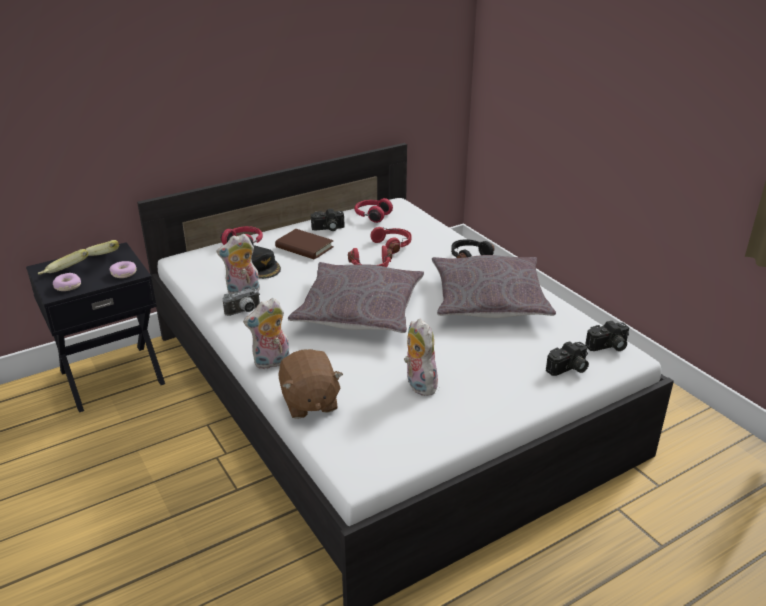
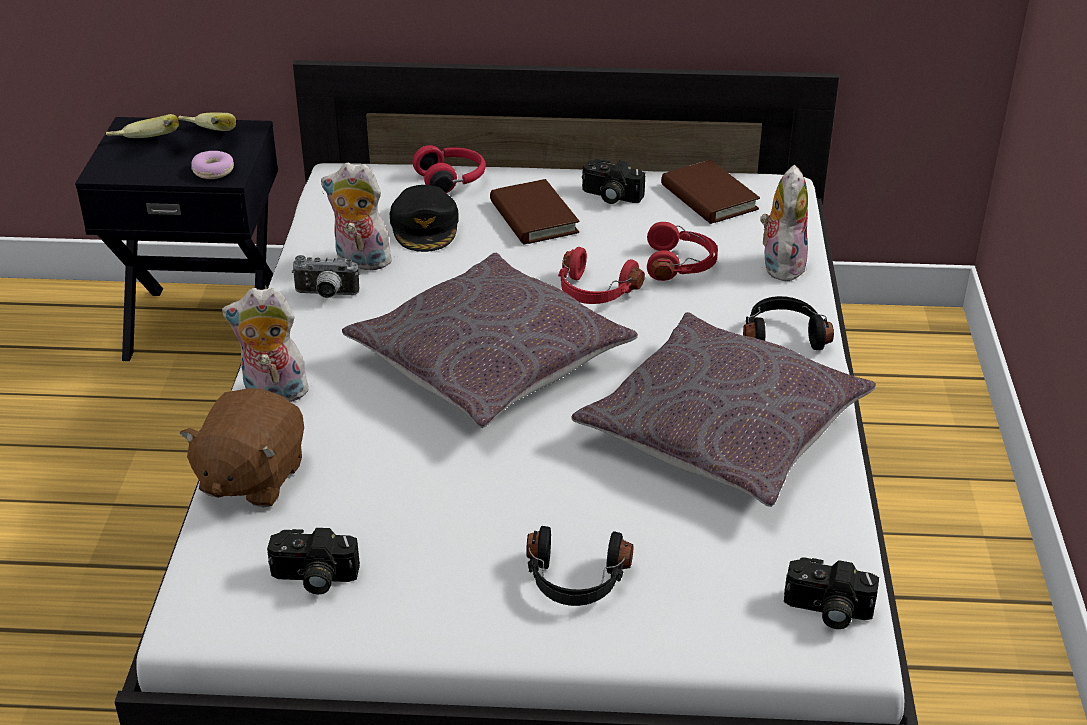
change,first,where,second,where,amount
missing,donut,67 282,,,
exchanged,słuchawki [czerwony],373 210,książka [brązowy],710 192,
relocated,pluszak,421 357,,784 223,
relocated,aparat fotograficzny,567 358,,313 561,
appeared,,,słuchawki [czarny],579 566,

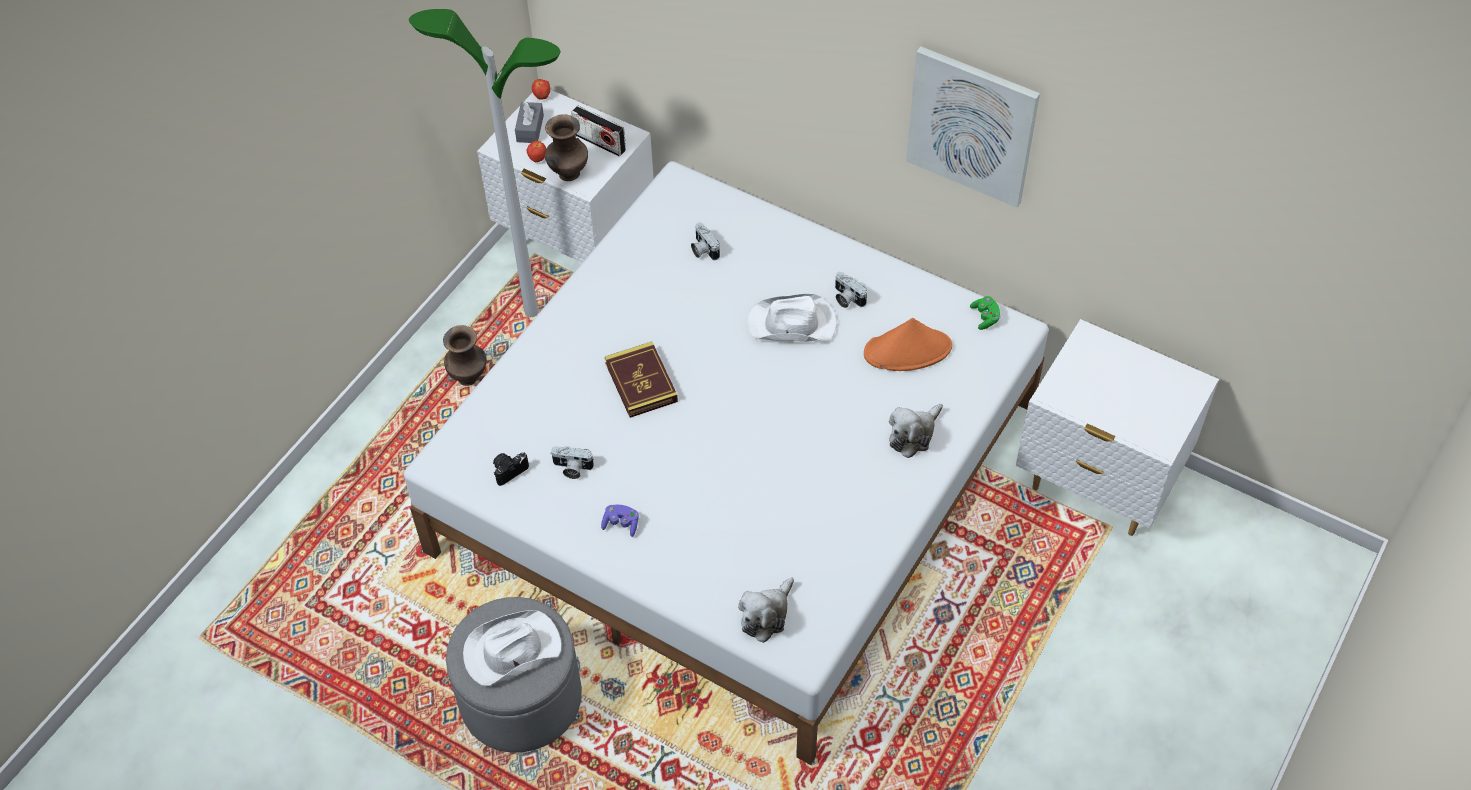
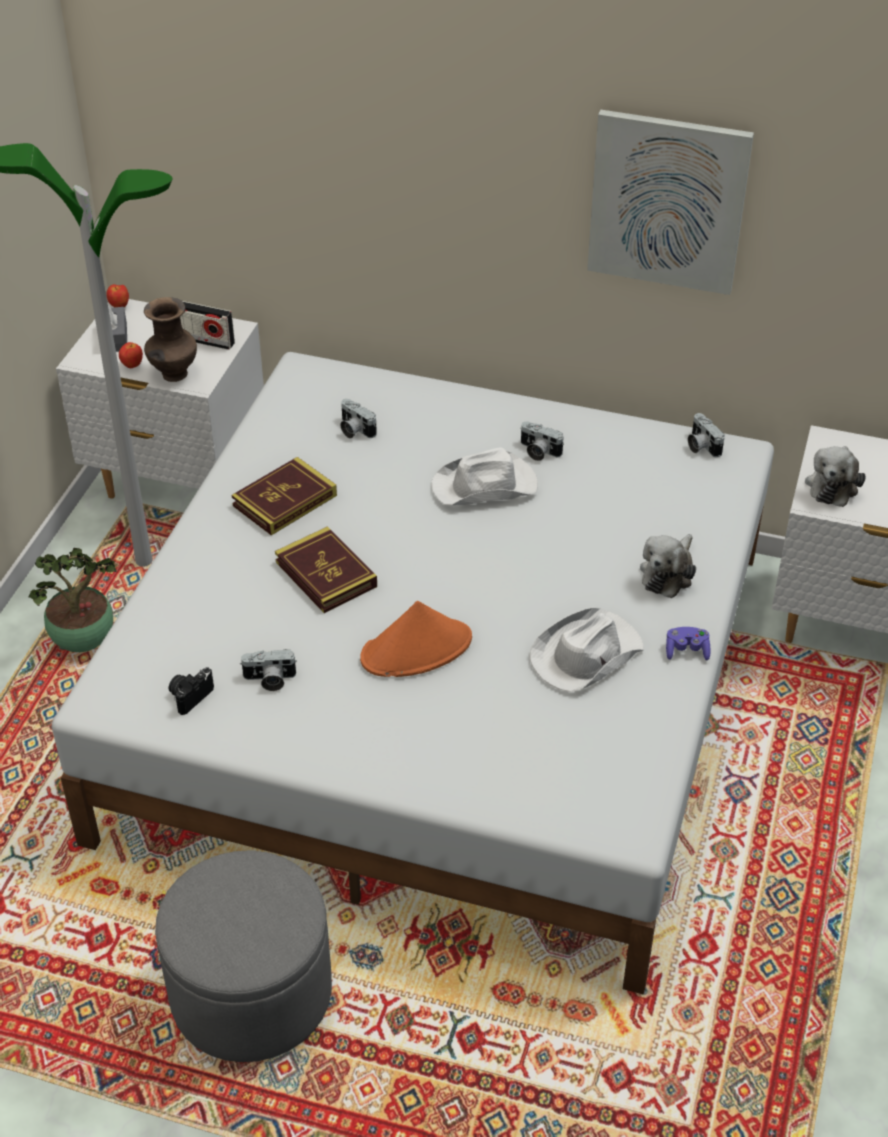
change,first,where,second,where,amount
exchanged,wazon [brązowy],465 355,roślina doniczkowa,72 600,
relocated,kapelusz [biały],512 648,,586 649,
relocated,pad do gier [fioletowy],620 521,,688 644,
relocated,pluszak,766 610,,835 476,
relocated,kapelusz [pomarańczowy],908 344,,416 639,
exchanged,pad do gier [zielony],985 313,aparat fotograficzny,706 435,
appeared,,,książka,284 496,

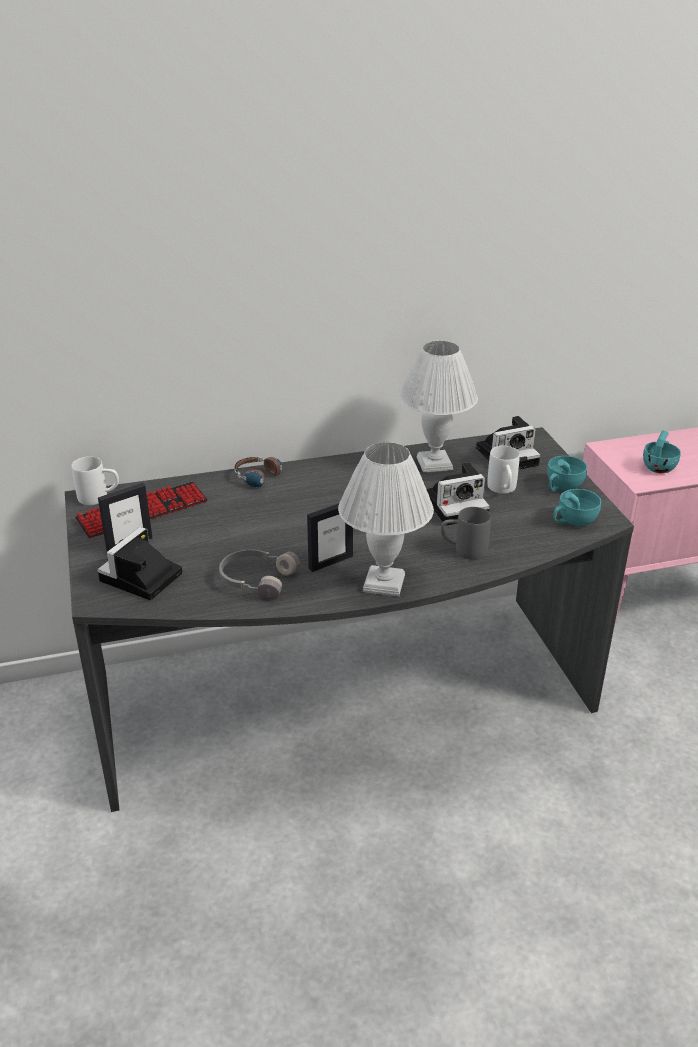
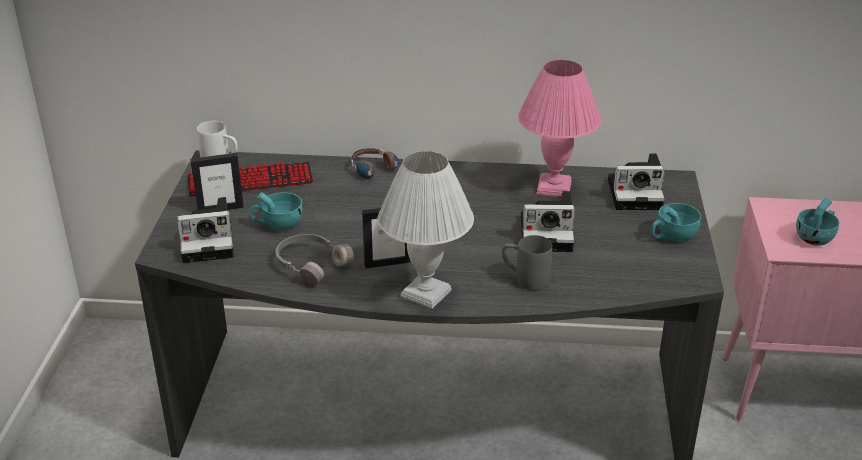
change,first,where,second,where,amount
spun,aparat fotograficzny,139 563,,205 230,150 degrees counterclockwise
colour,lampa stołowa [biały],438 407,lampa stołowa [różowy],559 128,
missing,kubek [biały],503 470,,,
relocated,filiżanka [turkusowy],577 507,,276 211,

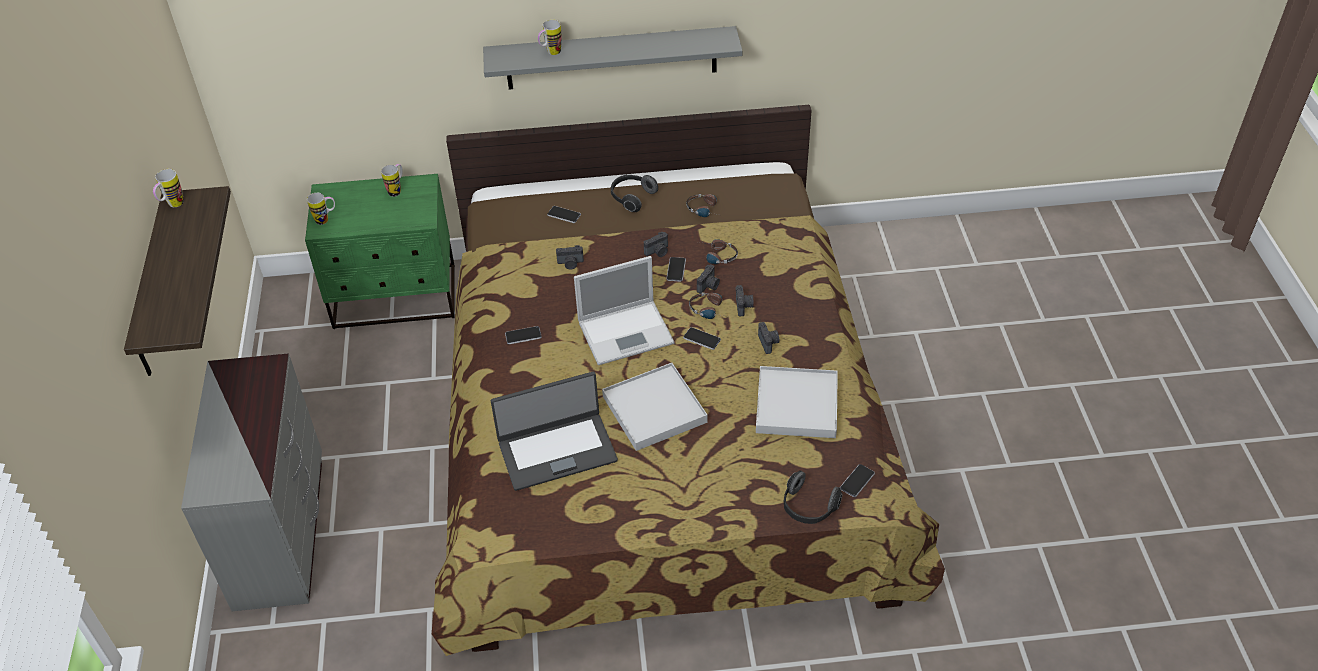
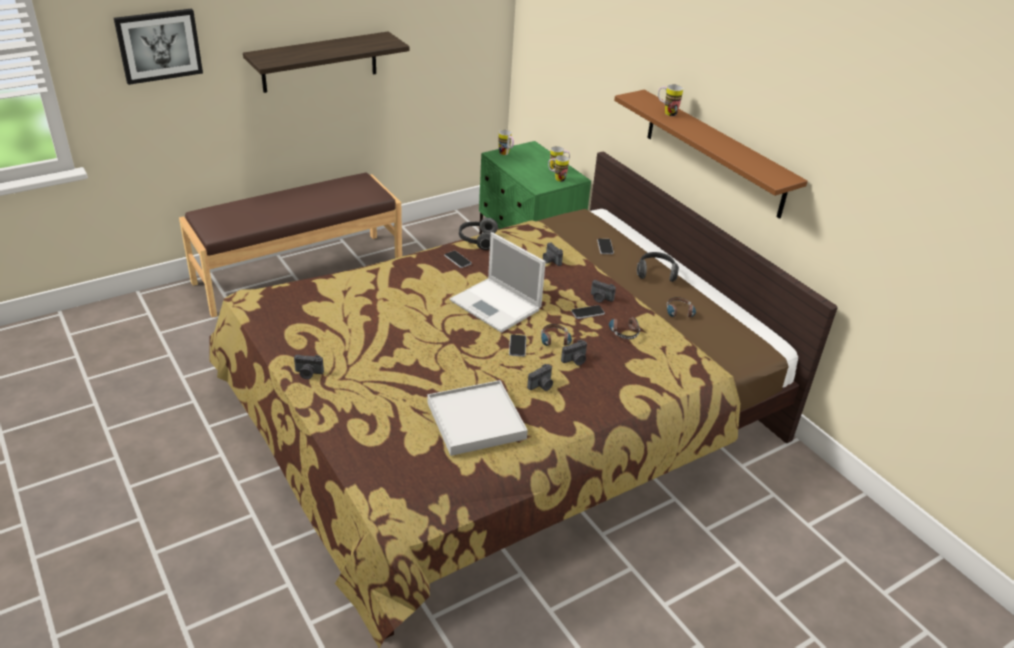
change,first,where,second,where,amount
relocated,kubek,168 188,,558 168,
exchanged,komoda [szary],251 482,ławka [brązowy],290 245,
colour,półka [szary],613 58,półka [brązowy],711 154,
missing,laptop,554 431,,,
missing,taca [biały],654 407,,,
relocated,aparat fotograficzny,708 279,,309 367,
relocated,słuchawki,813 497,,478 234,
missing,telefon,857 480,,,
appeared,,,obraz,158 47,

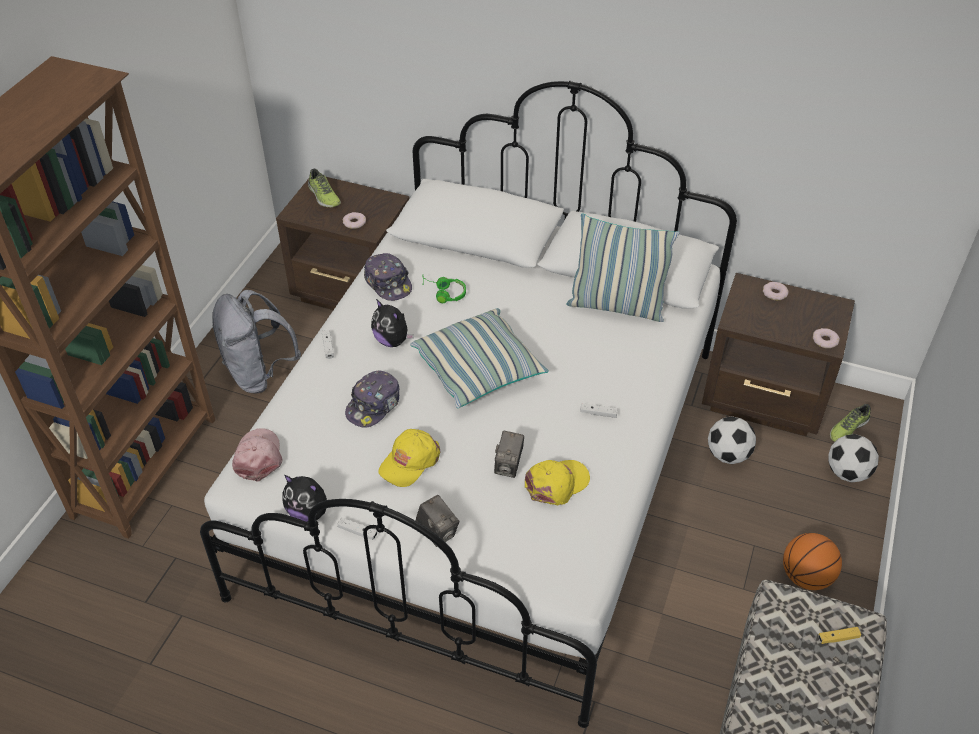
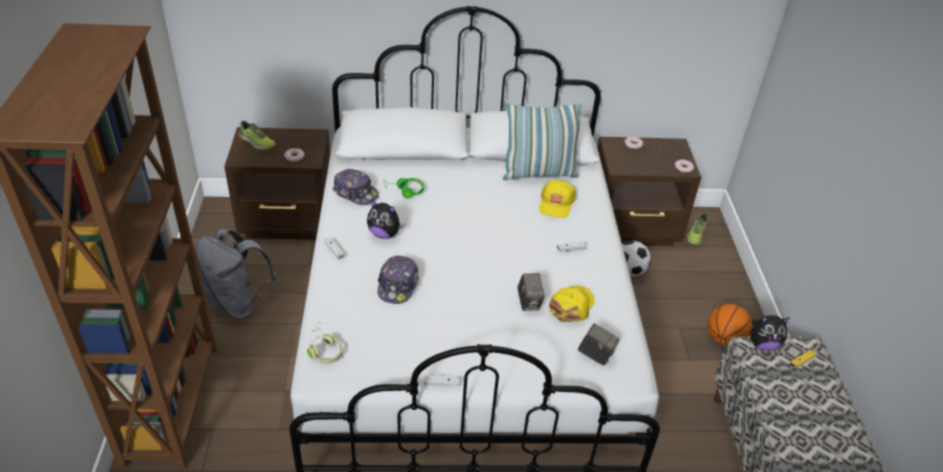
change,first,where,second,where,amount
exchanged,czapka z daszkiem [różowy],257 455,słuchawki [beżowy],325 343,
relocated,pluszak,304 498,,770 333,
relocated,czapka z daszkiem [żółty],409 458,,557 199,
missing,poduszka,479 358,,,
relocated,aparat fotograficzny,437 521,,599 344,
missing,piłka futbolowa,853 458,,,

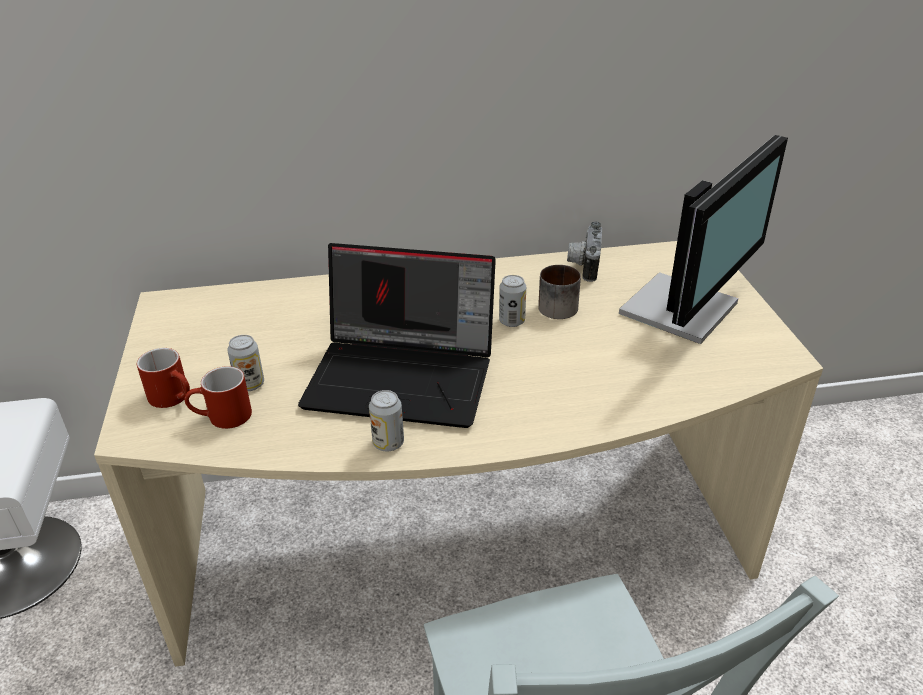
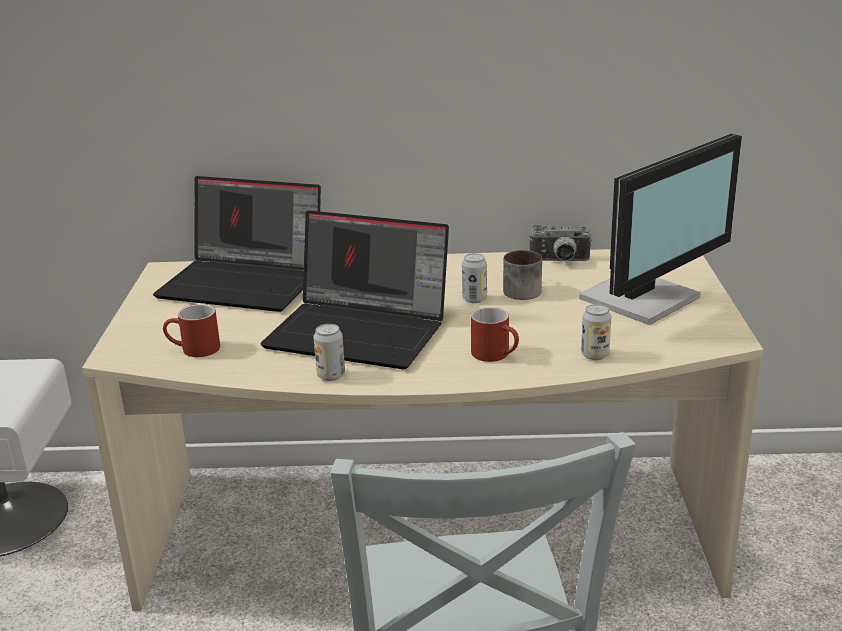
change,first,where,second,where,amount
relocated,kubek [czerwony],163 378,,495 334,
relocated,puszka,245 363,,596 332,
spun,aparat fotograficzny,584 251,,560 243,105 degrees counterclockwise
appeared,,,laptop,237 244,

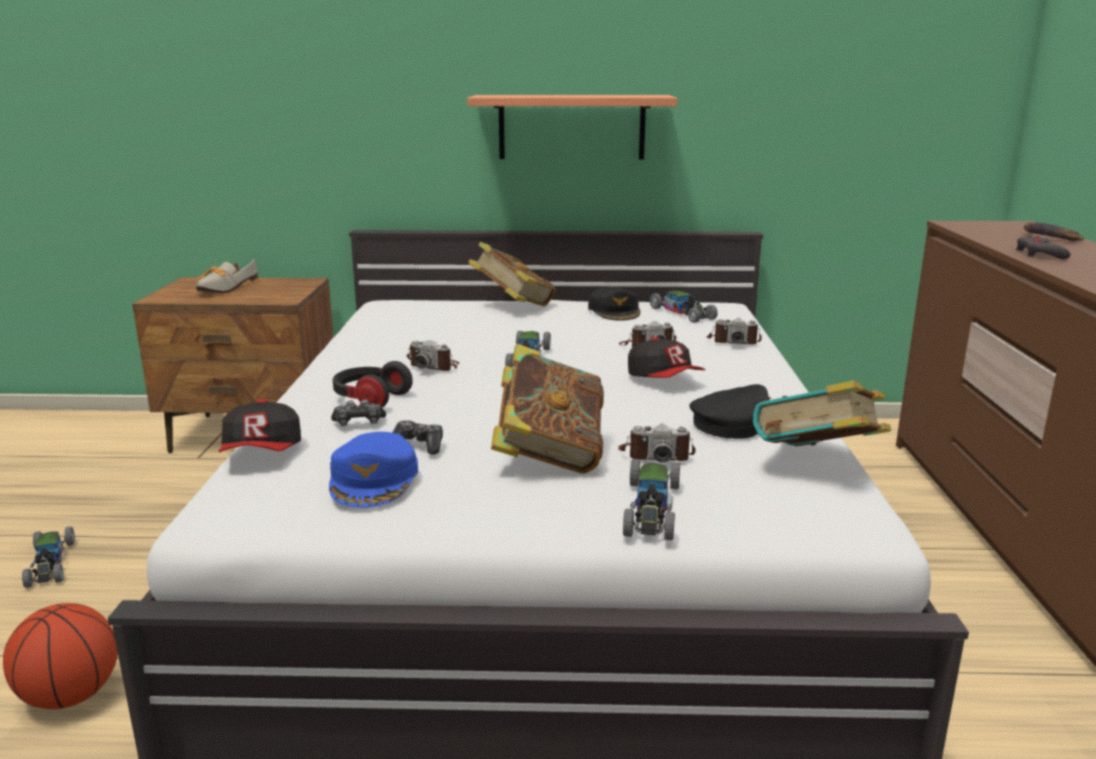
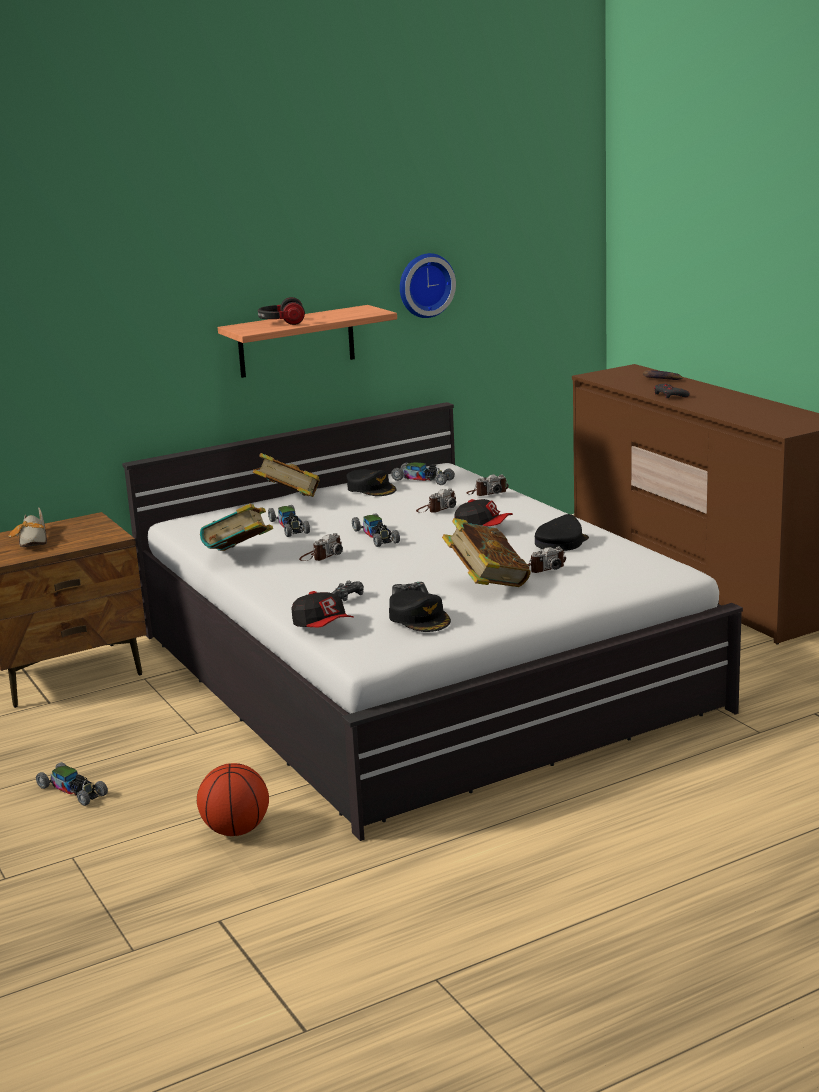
change,first,where,second,where,amount
colour,czapka z daszkiem [niebieski],373 470,czapka z daszkiem [czarny],420 611,
relocated,słuchawki,373 384,,281 311,
spun,aparat fotograficzny,433 355,,321 547,45 degrees counterclockwise
relocated,samochodzik,651 499,,289 521,
relocated,książka,822 413,,236 527,
appeared,,,zegar ścienny,428 285,

